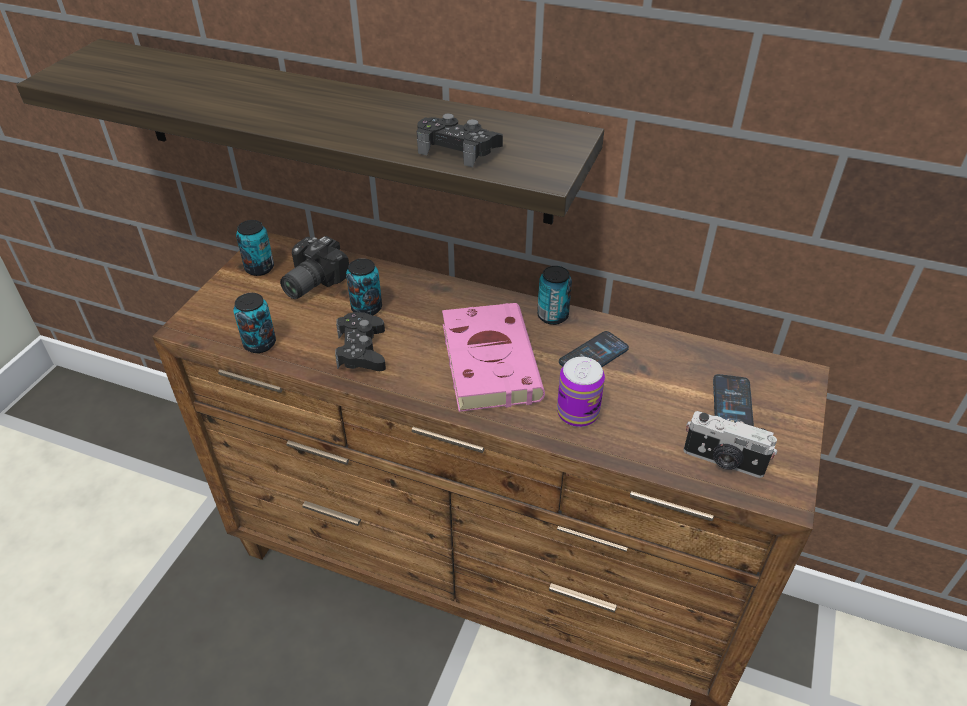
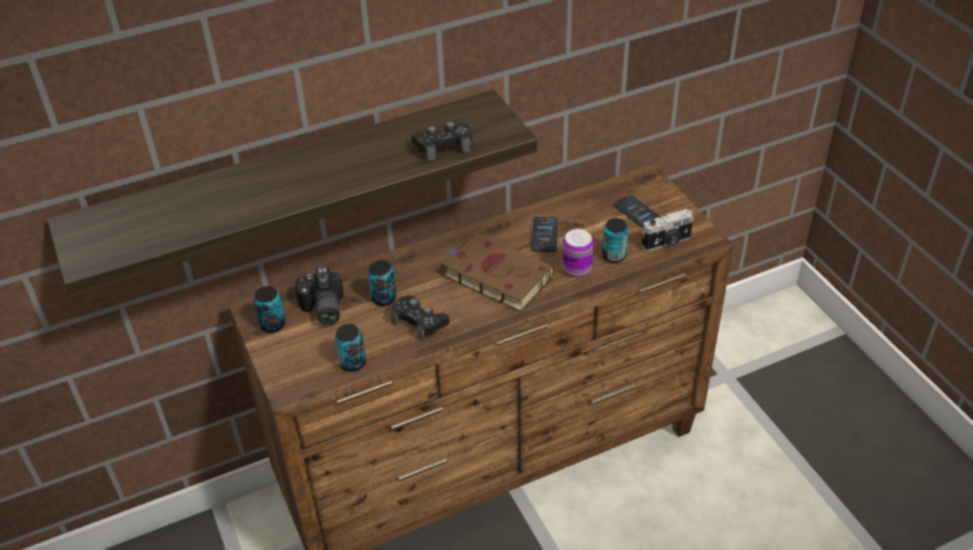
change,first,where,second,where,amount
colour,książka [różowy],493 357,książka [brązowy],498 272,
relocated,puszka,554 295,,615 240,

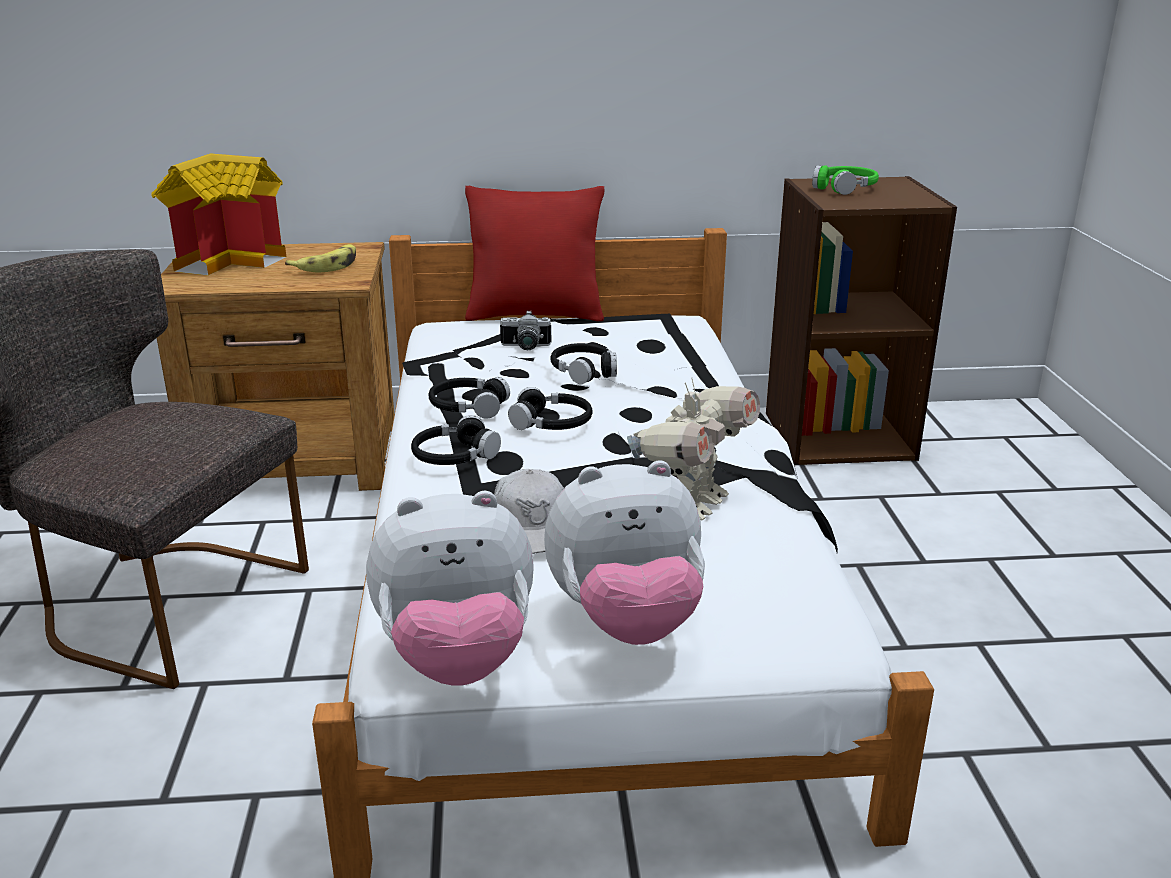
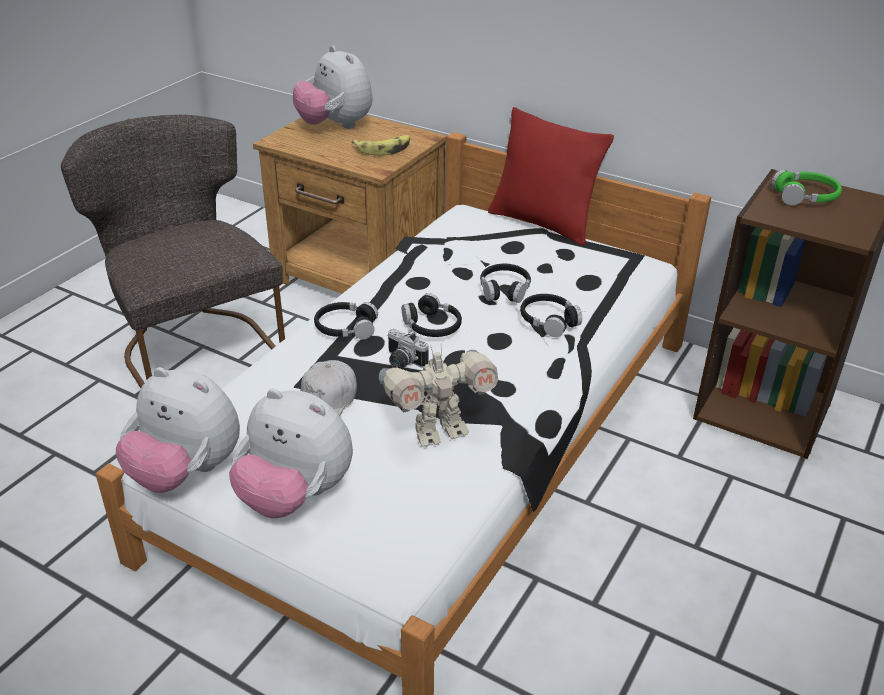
change,first,where,second,where,amount
exchanged,domek,218 214,pluszak,332 87,
relocated,słuchawki [czarny],469 398,,551 315,
relocated,aparat fotograficzny,525 330,,408 349,

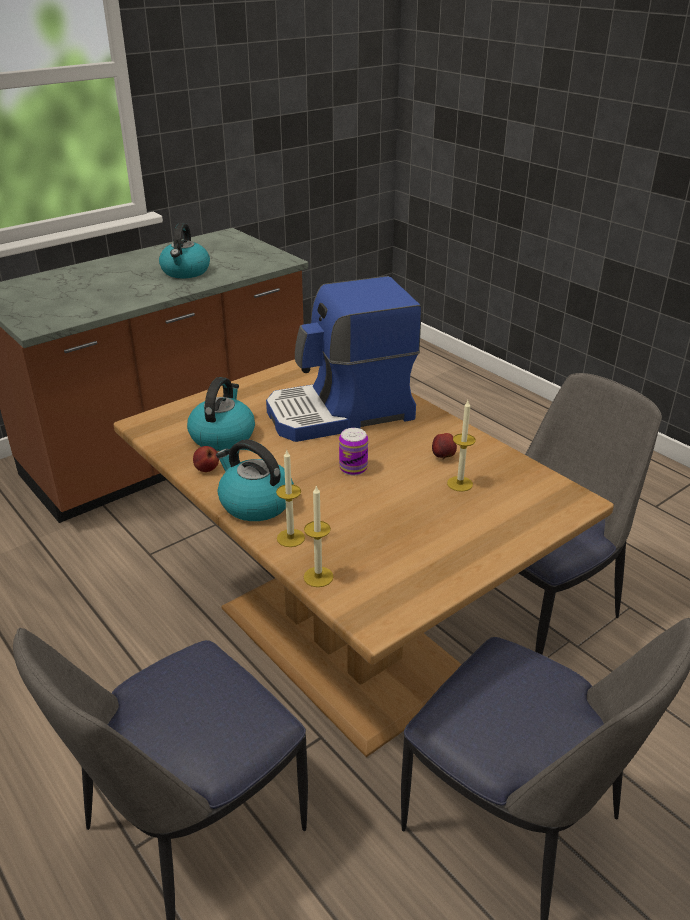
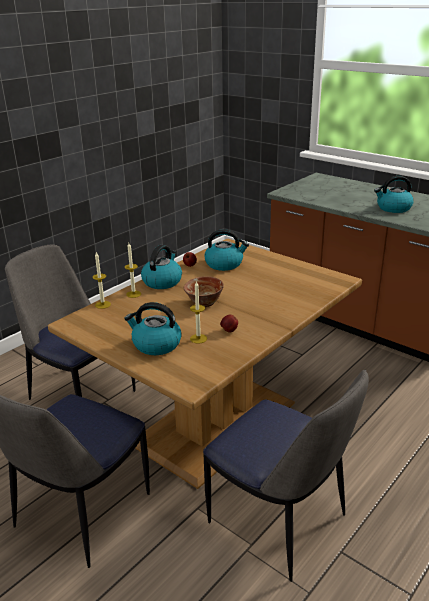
change,first,where,second,where,amount
missing,ekspres do kawy,344 359,,,
exchanged,puszka,353 451,miska,204 291,
appeared,,,czajnik,153 328,

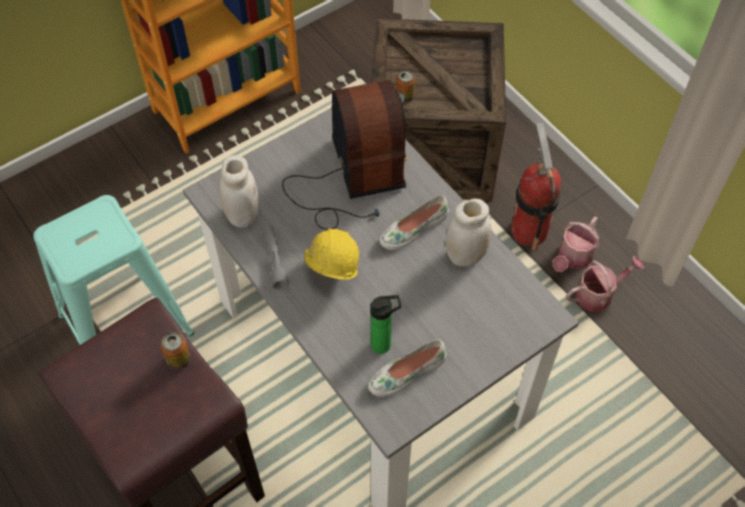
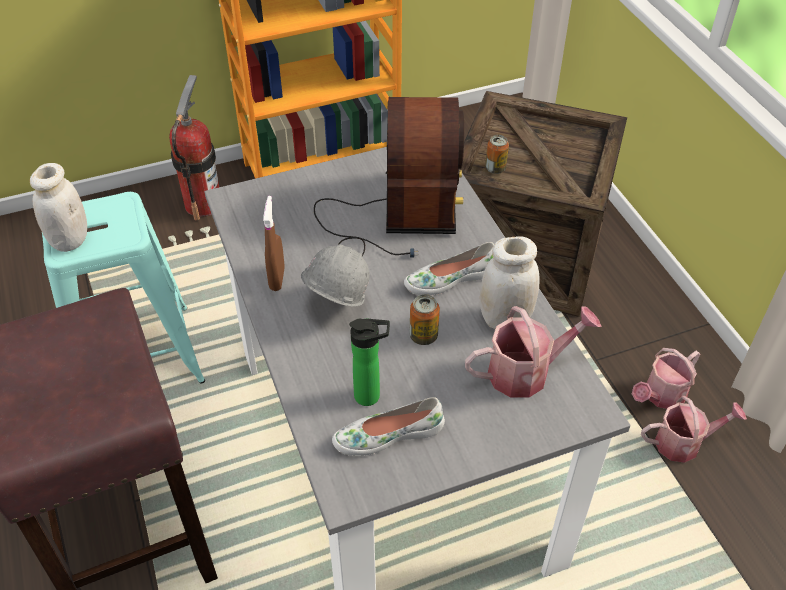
change,first,where,second,where,amount
relocated,puszka,176 351,,424 319,
relocated,słoik [biały],239 191,,58 207,
exchanged,latarka [szary],277 257,spryskiwacz [brązowy],274 243,
colour,kask [żółty],331 254,kask [szary],335 275,
relocated,gaśnica,536 186,,194 148,
appeared,,,konewka,533 352,

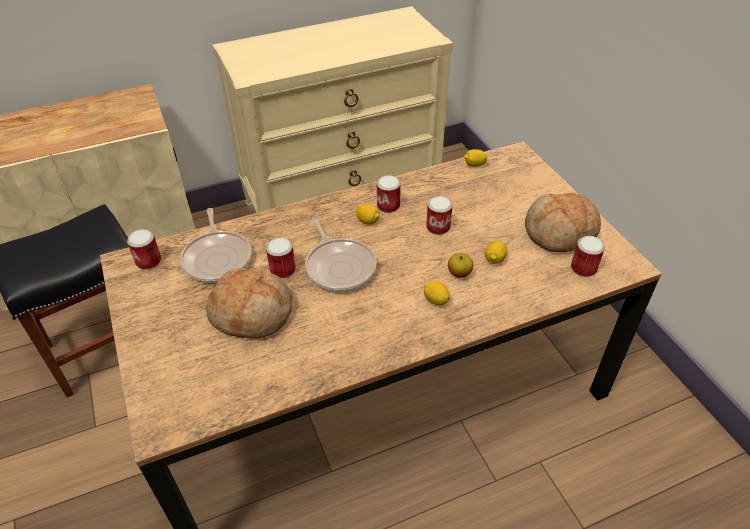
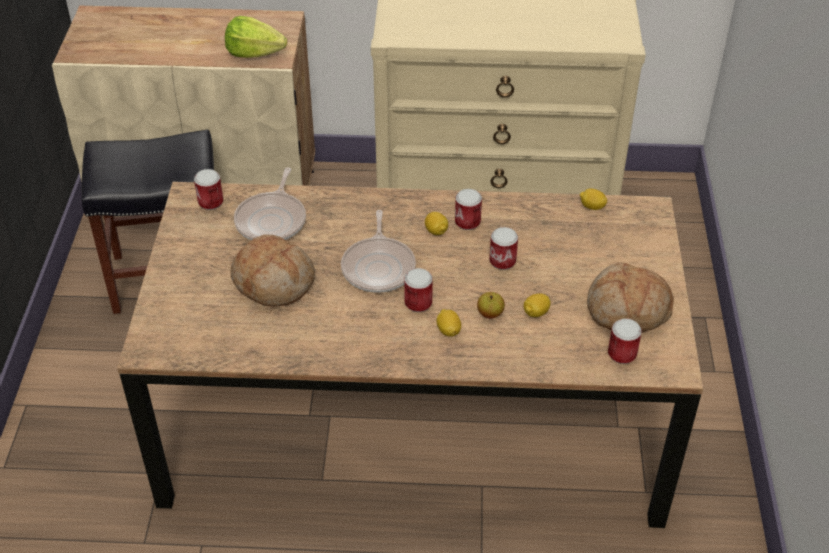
change,first,where,second,where,amount
relocated,puszka,281 257,,418 290,
appeared,,,sałata,256 37,

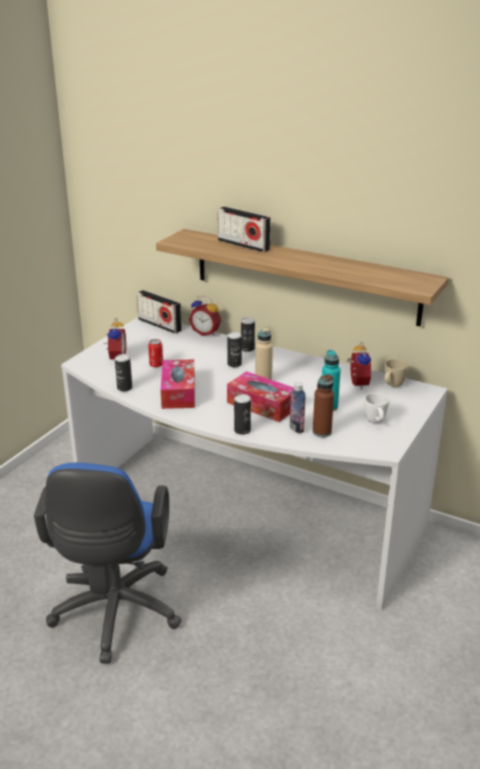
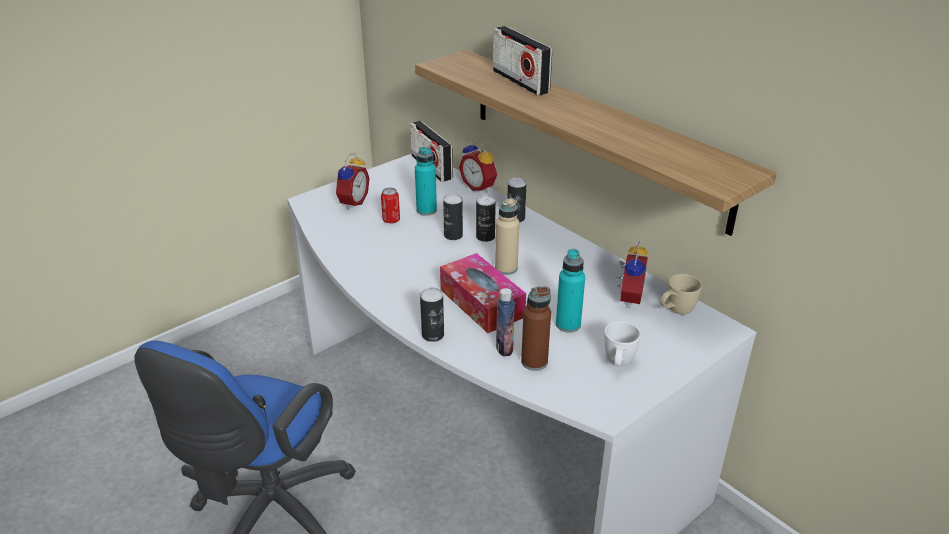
change,first,where,second,where,amount
relocated,puszka,123 372,,453 217,
missing,pudełko chusteczek,178 384,,,
appeared,,,butelka [turkusowy],426 181,

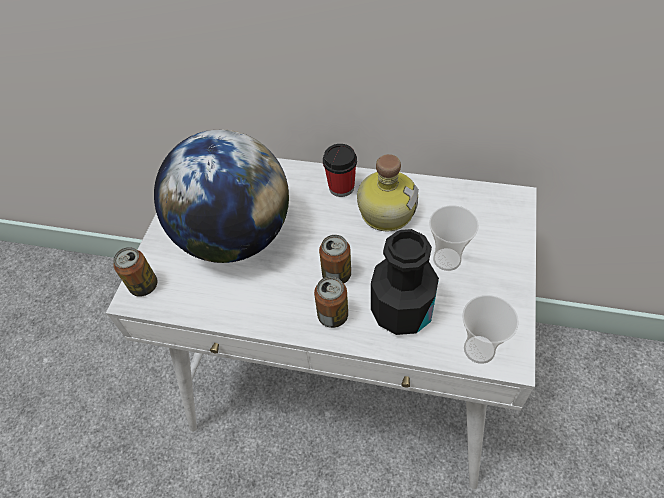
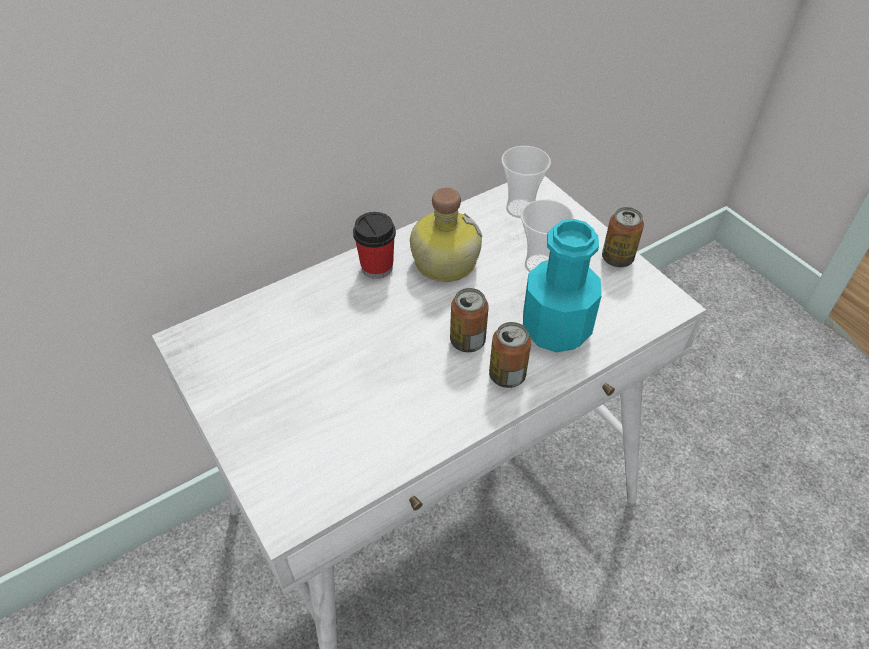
change,first,where,second,where,amount
relocated,puszka,135 272,,623 237,
missing,globus,221 196,,,
colour,butelka [czarny],405 282,butelka [turkusowy],562 285,
relocated,filiżanka,490 329,,526 182,

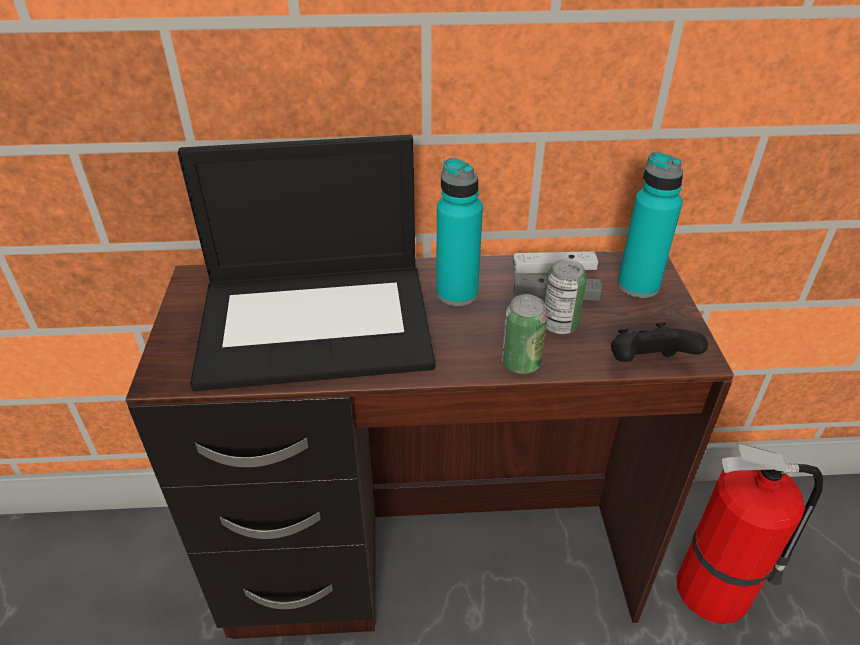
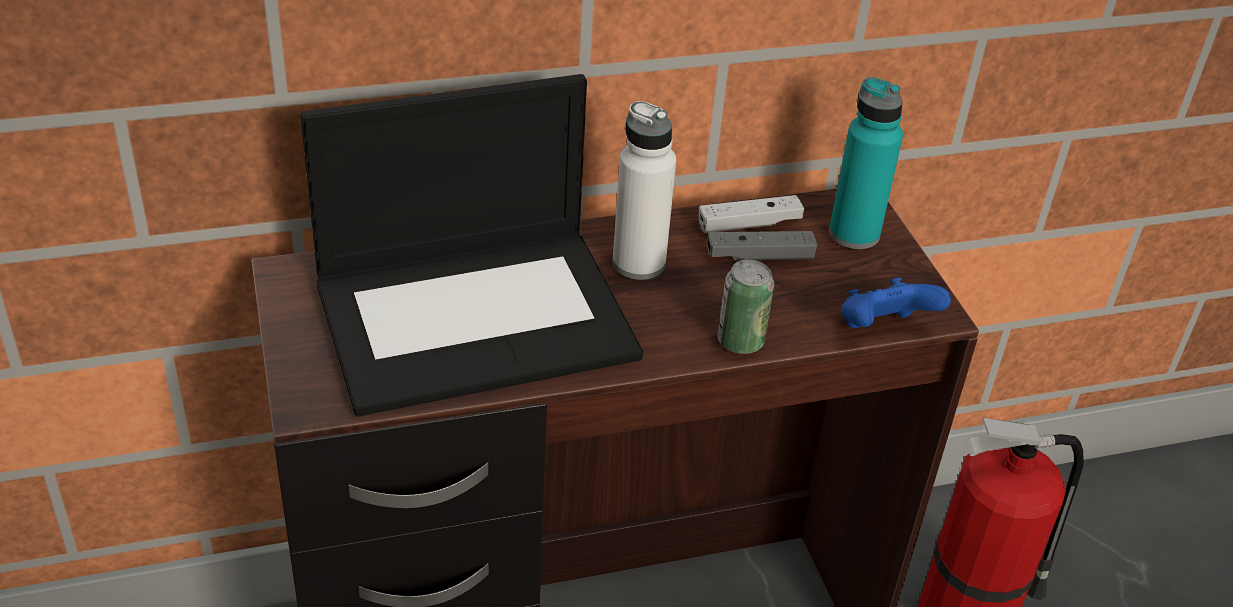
change,first,where,second,where,amount
colour,butelka [turkusowy],459 232,butelka [biały],644 190,
missing,puszka,565 296,,,
colour,pad do gier [czarny],659 342,pad do gier [niebieski],896 303,

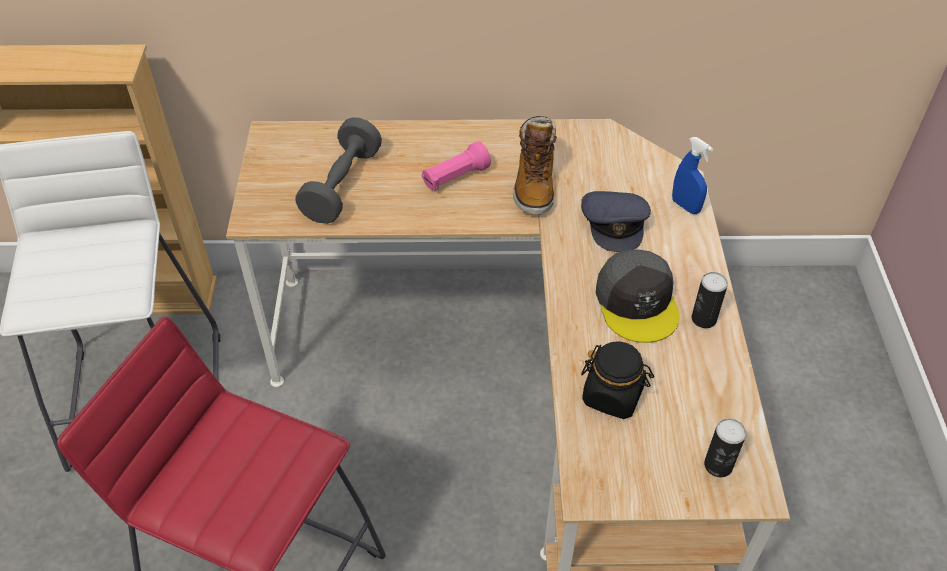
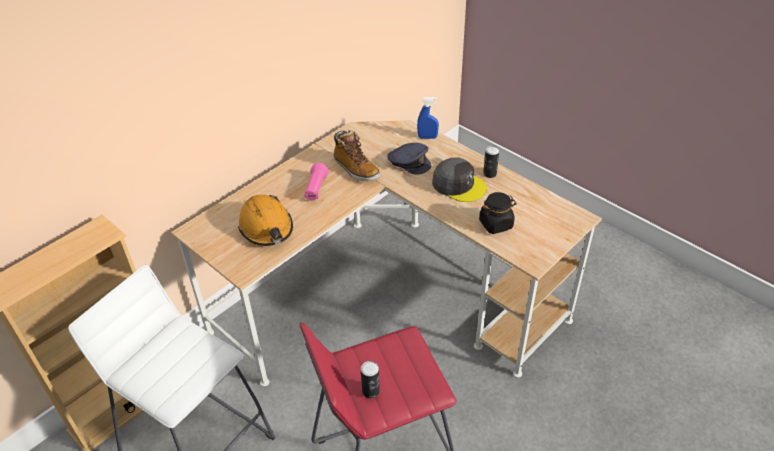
change,first,where,second,where,amount
exchanged,hantel [szary],338 170,kask [pomarańczowy],265 220,
relocated,puszka,725 447,,370 379,

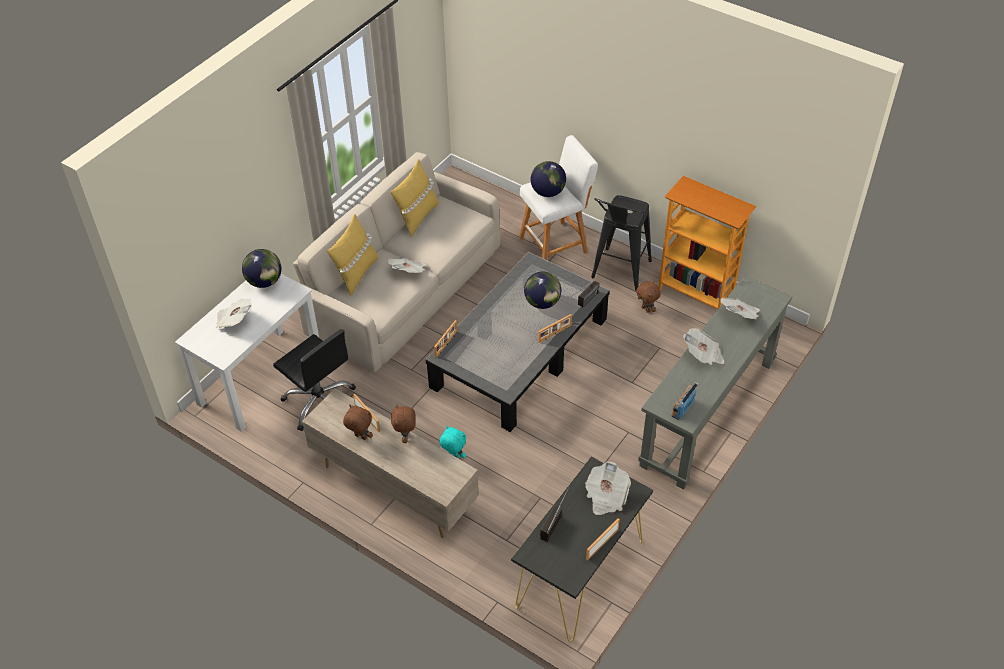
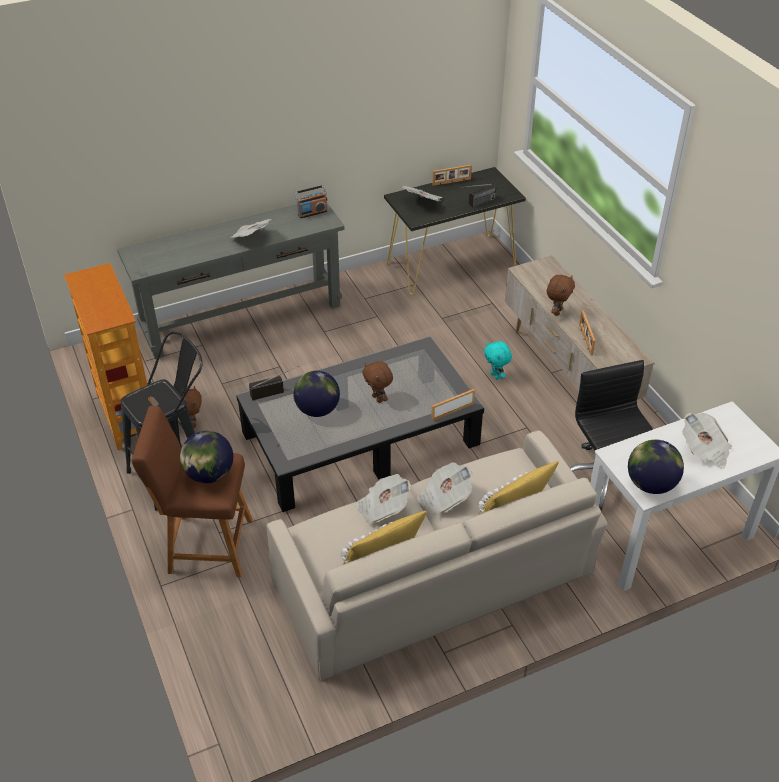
change,first,where,second,where,amount
relocated,pluszak [brązowy],358 422,,377 382,
colour,stołek [biały],558 197,stołek [brązowy],192 491,
missing,ramka na zdjęcie,555 328,,,
relocated,gazeta,740 309,,383 499,

